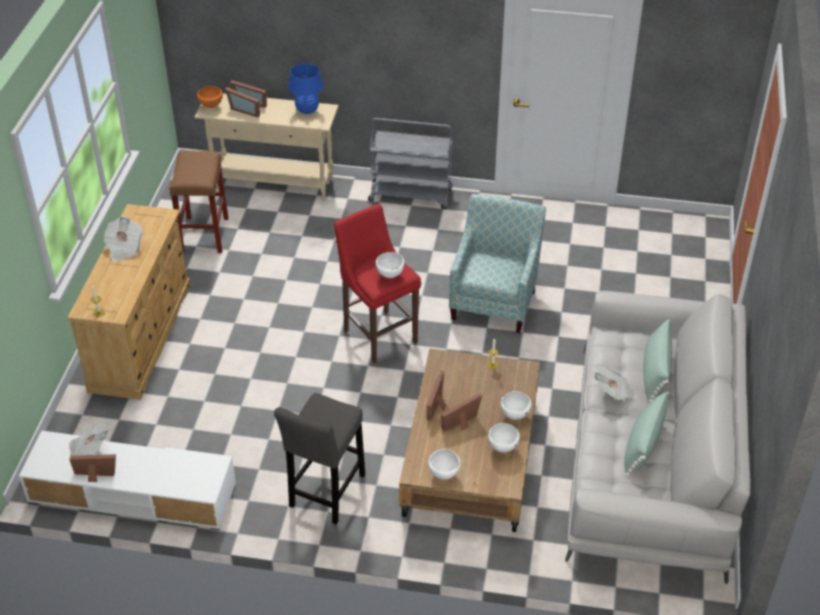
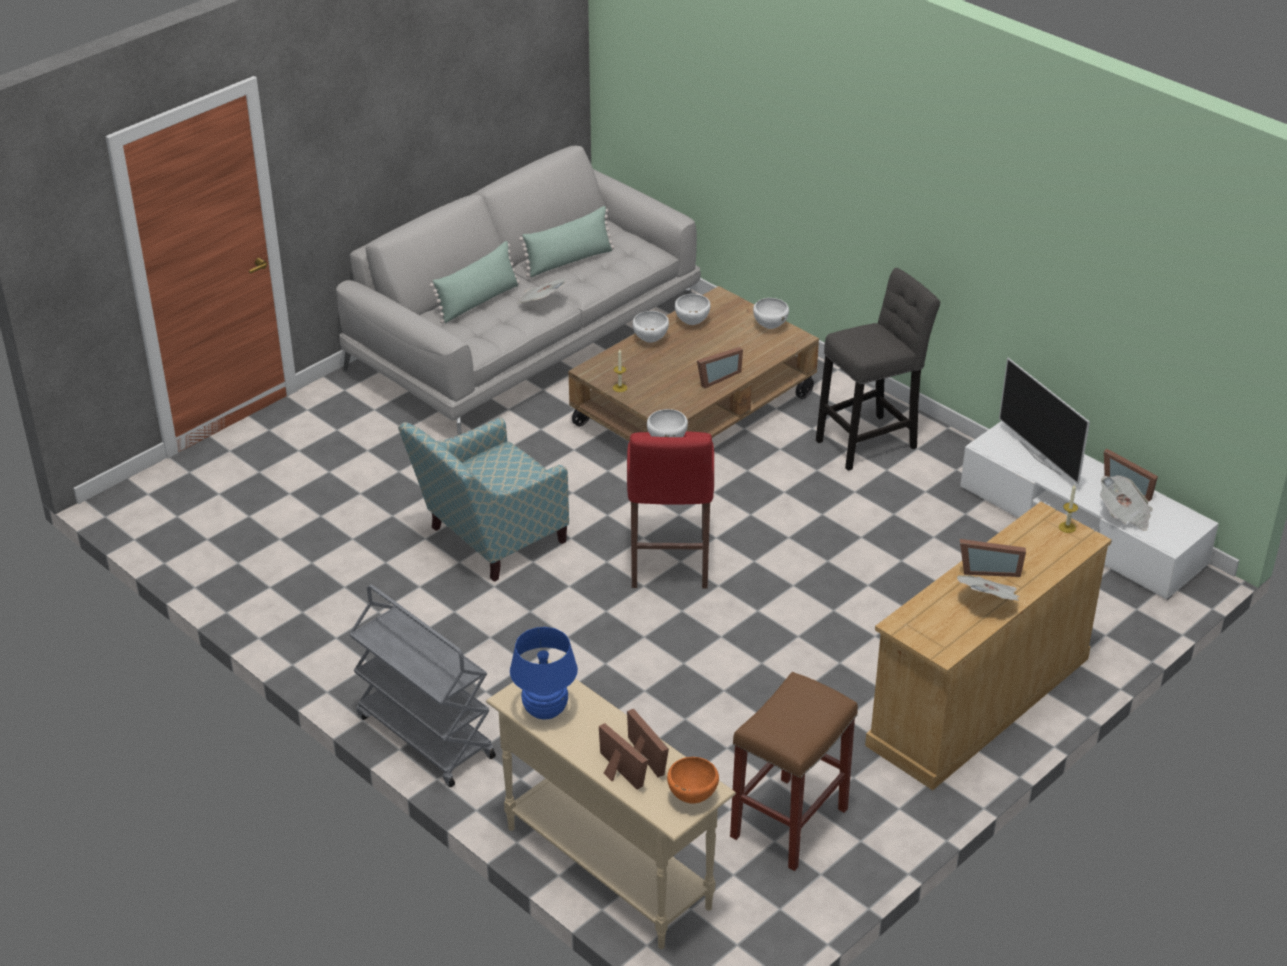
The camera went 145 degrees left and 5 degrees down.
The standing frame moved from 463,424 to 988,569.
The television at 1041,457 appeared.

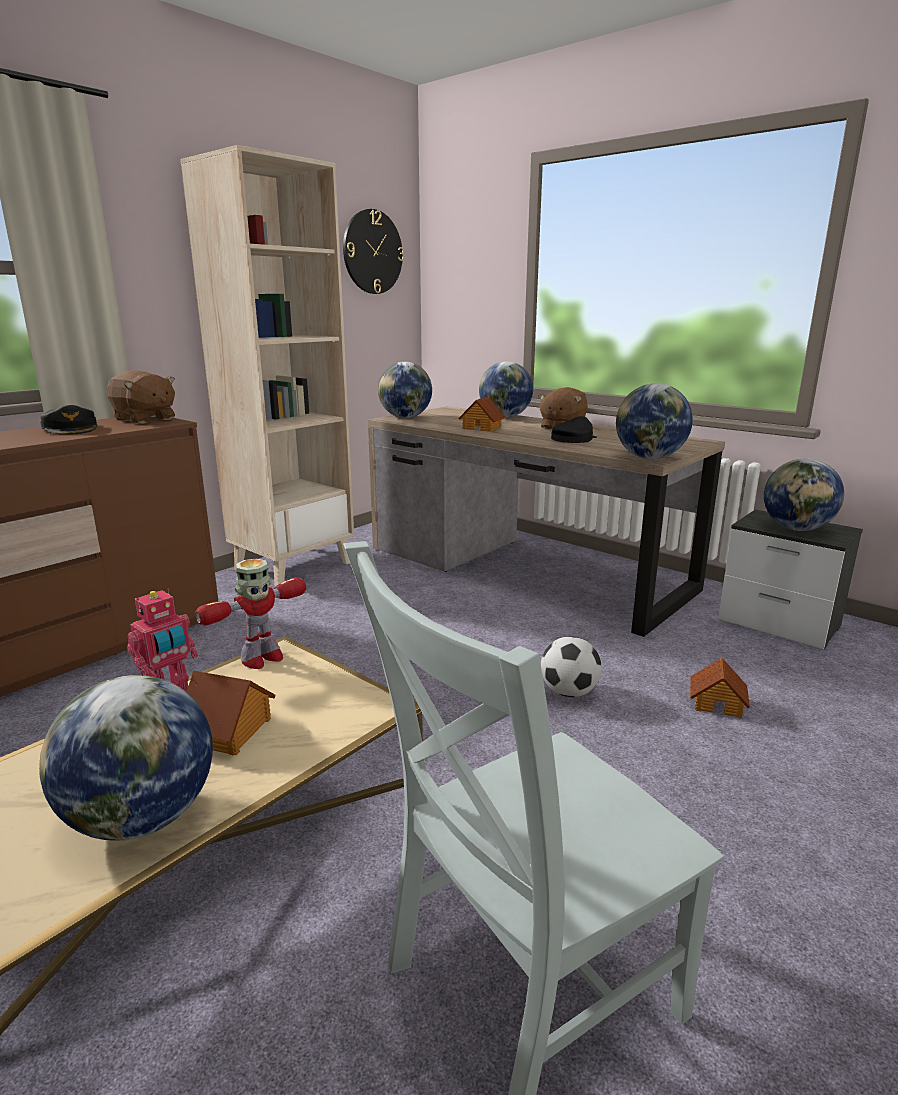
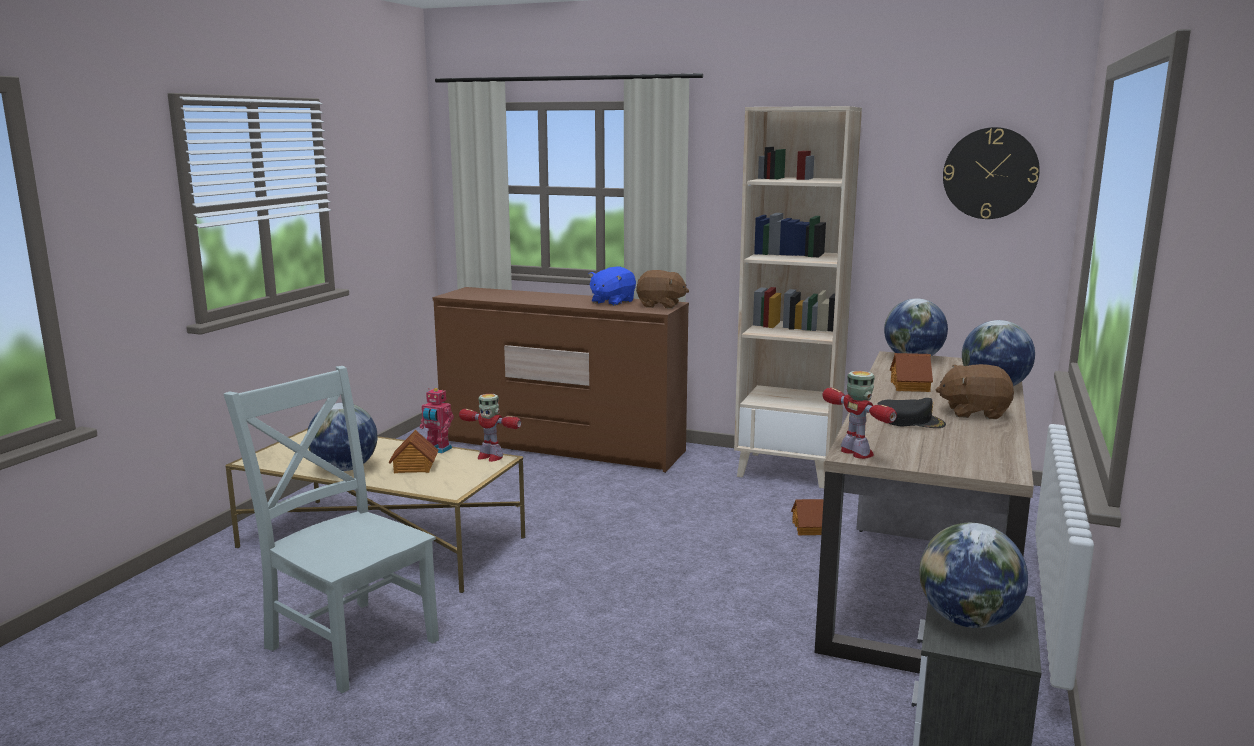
The camera went 70 degrees right and 5 degrees down.
The brown plush toy at 144,419 turned 90 degrees counterclockwise.
The globe at 649,458 was replaced by the model robot at 857,453.
The black peaked cap at 71,429 was replaced by the blue plush toy at 612,302.
The football at 569,692 disappeared.
The toy house moved from 717,703 to 810,528.

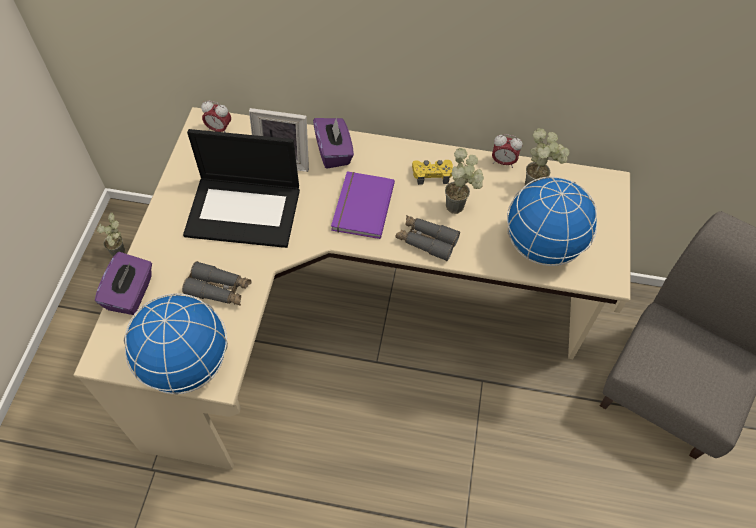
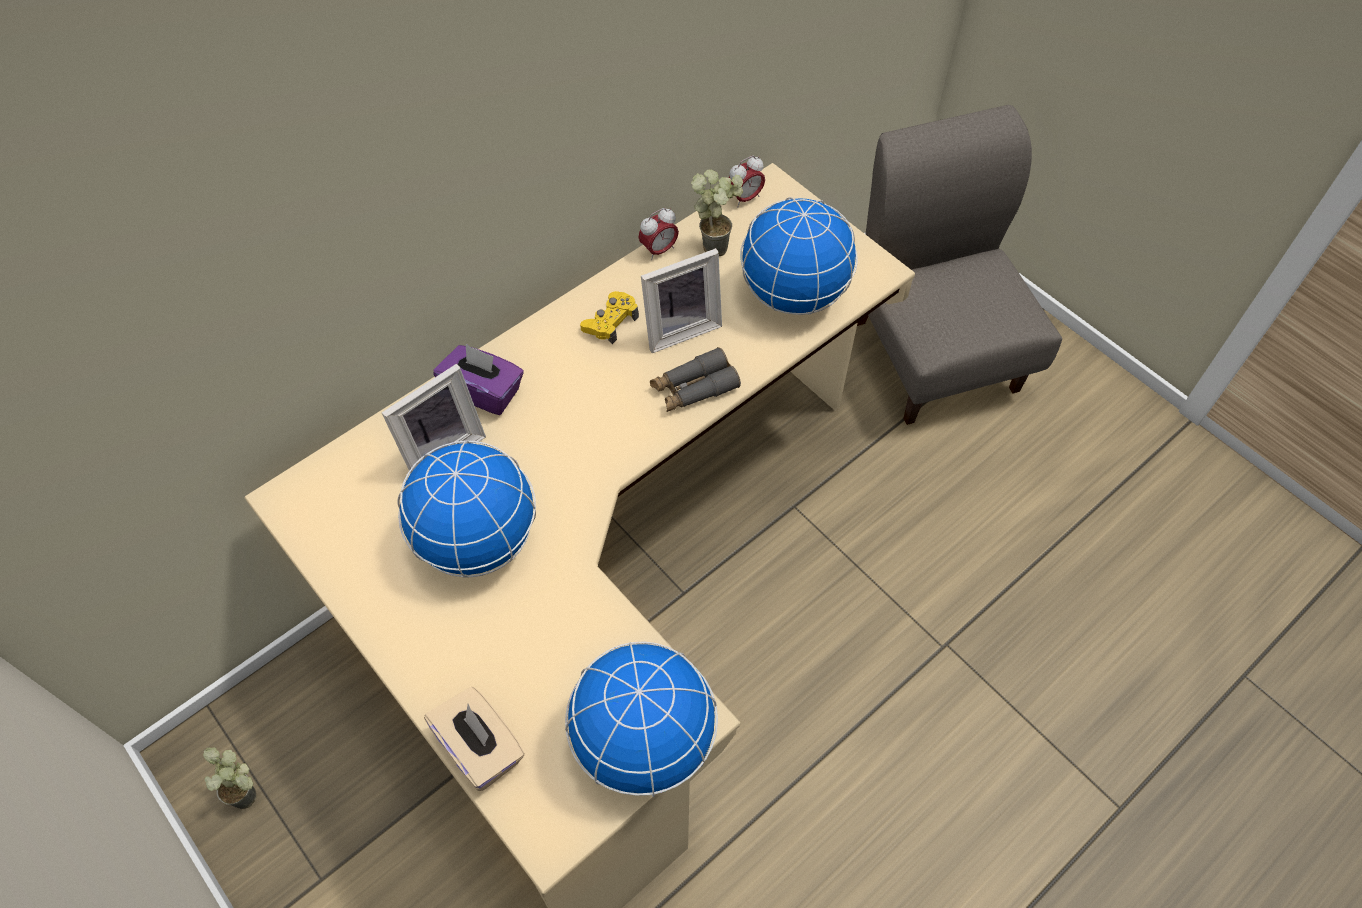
The camera went 50 degrees left and 0 degrees up.
The bedside clock moved from 219,129 to 744,198.
The laptop at 245,211 was replaced by the globe at 477,539.
The plant in a pot at 460,207 was replaced by the standing frame at 679,328.
The purplish bound book at 360,206 disappeared.
The purplish box of tissues at 131,294 became the beige-coloured box of tissues at 481,748.
The grey pair of binoculars at 219,289 disappeared.

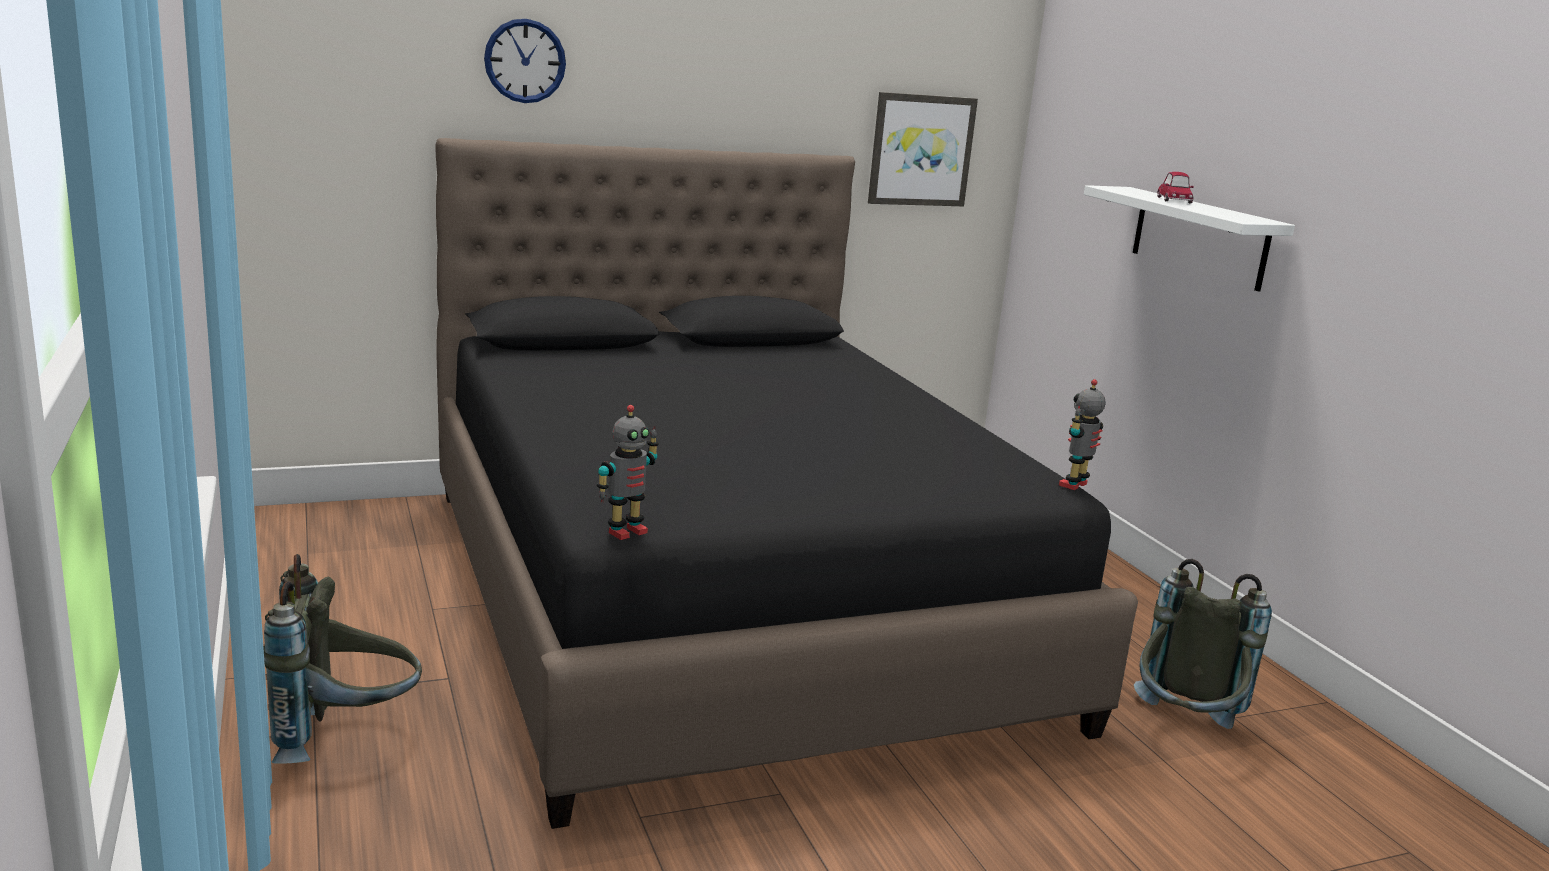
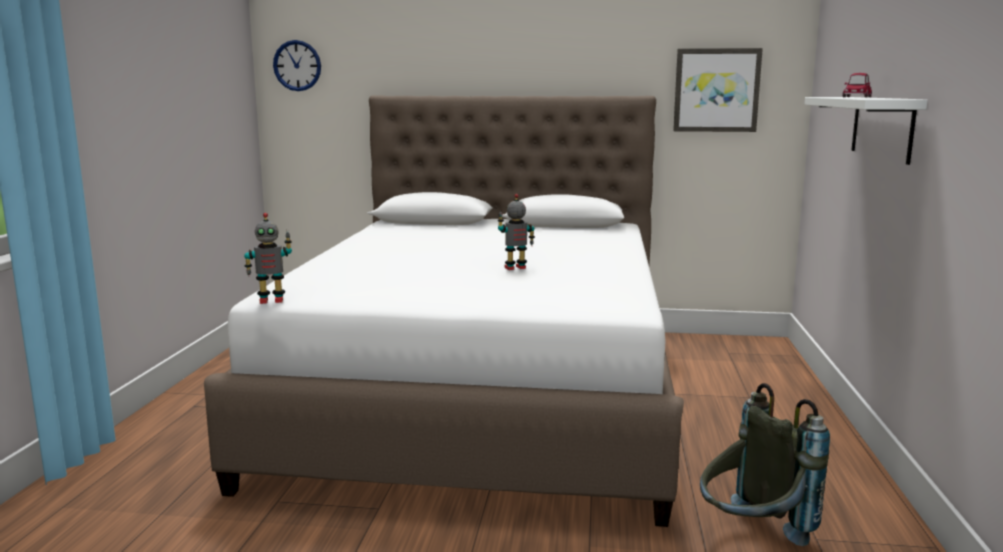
The camera went 30 degrees right and 5 degrees down.
The clock on the wall moved from 525,61 to 297,65.
The black sleeping bed at 723,598 became the whitish sleeping bed at 483,394.
The model robot moved from 1075,485 to 515,268.
The grey knapsack at 345,735 disappeared.

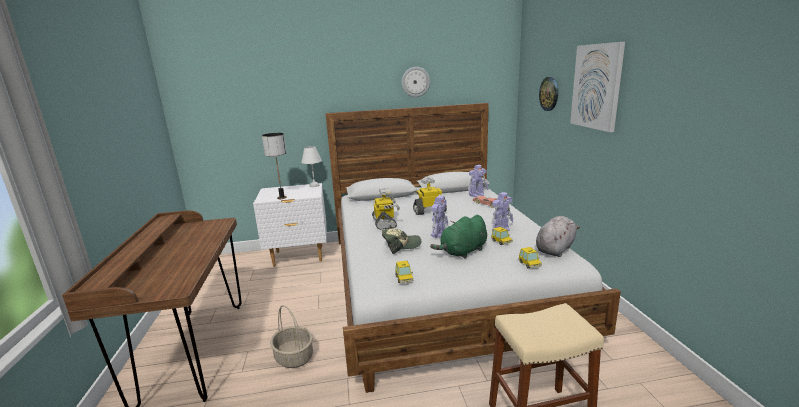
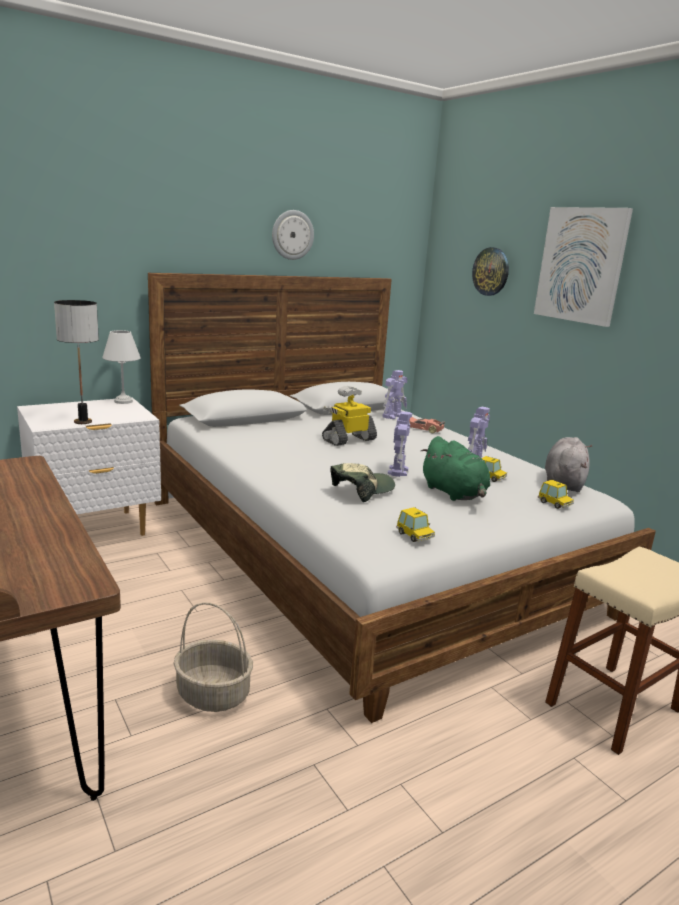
The camera went 25 degrees left and 0 degrees up.
The model robot at 385,223 disappeared.
The greenish plush toy at 462,252 turned 60 degrees counterclockwise.

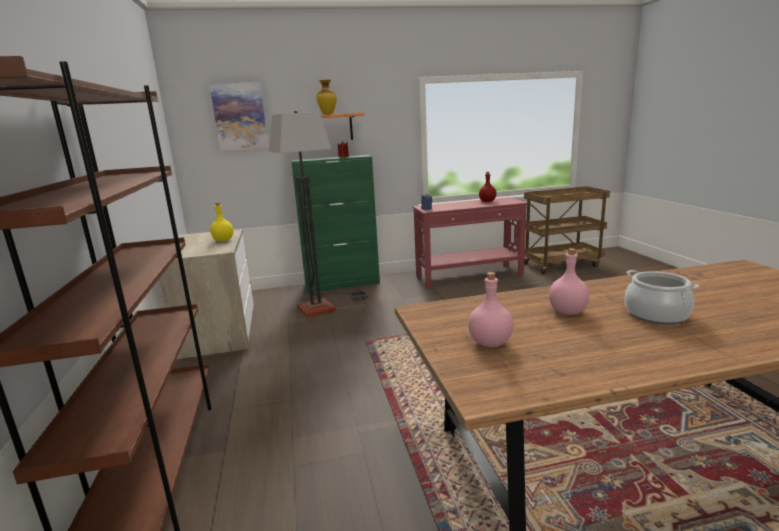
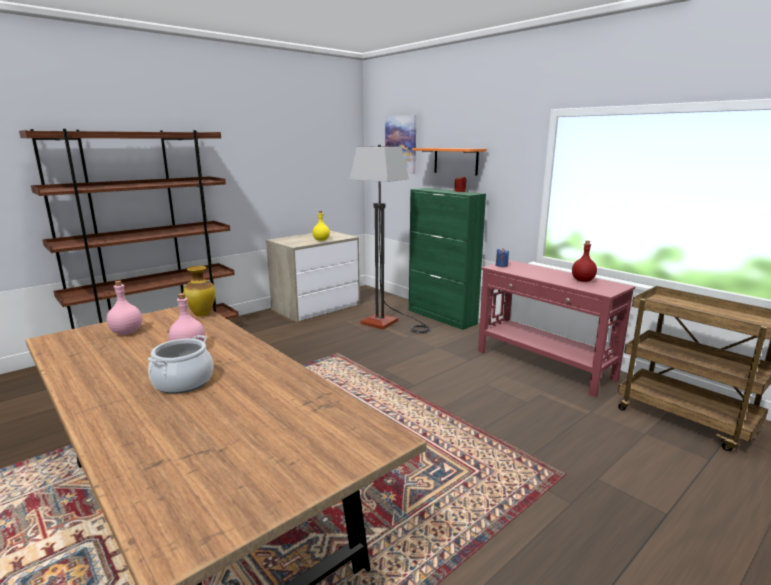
The camera went 60 degrees right and 0 degrees up.
The flower vase moved from 327,114 to 201,315.

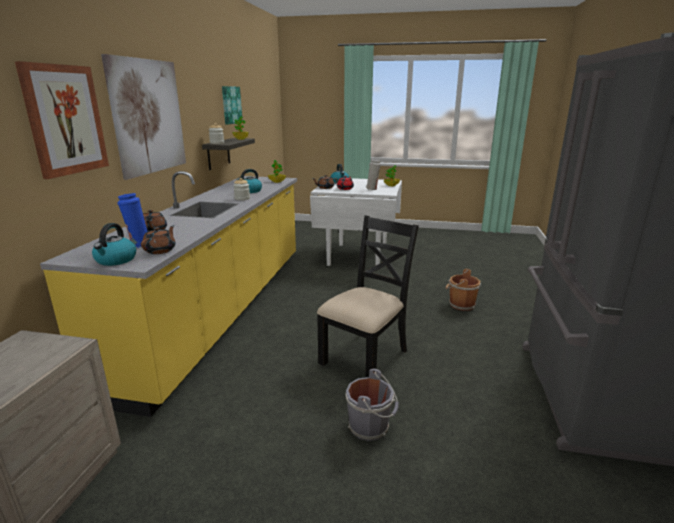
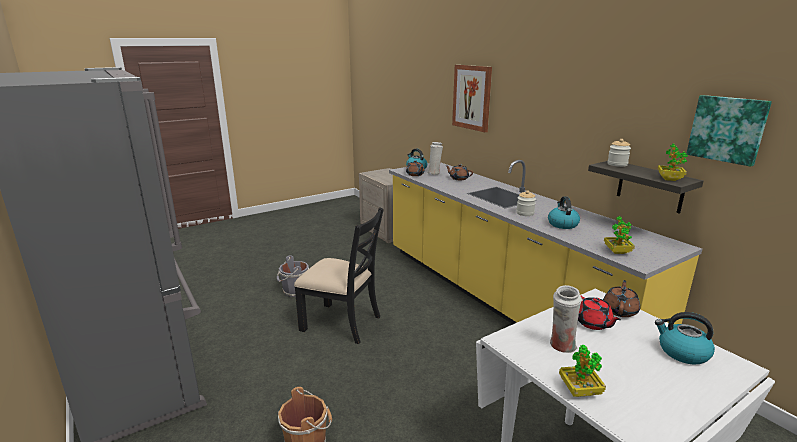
The camera went 135 degrees right and 0 degrees up.
The picture at 148,117 disappeared.
The blue flower vase at 138,245 became the whitish flower vase at 434,173.
The black upright chair at 365,356 turned 60 degrees counterclockwise.

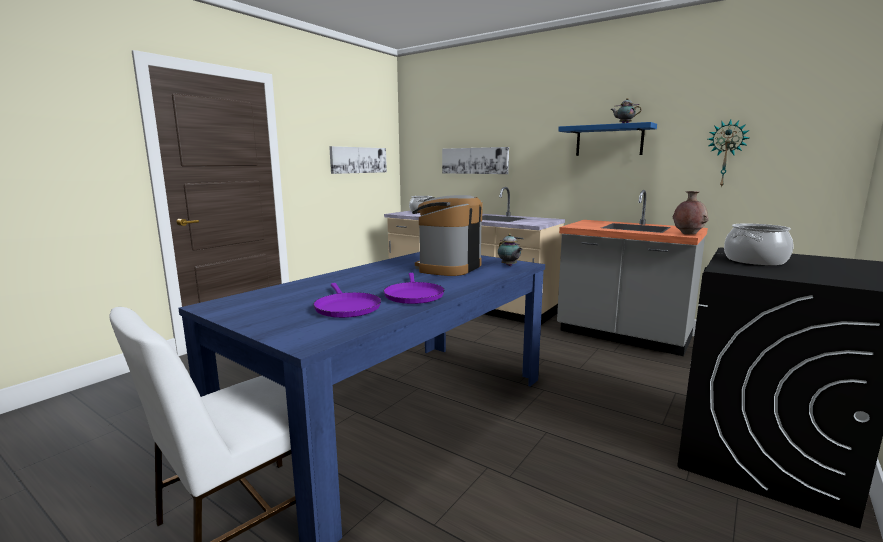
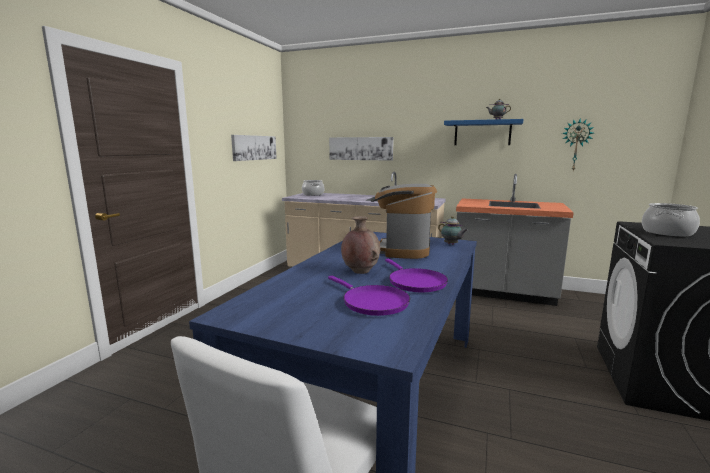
The camera went 15 degrees left and 0 degrees up.
The brown flower vase moved from 688,234 to 360,271.

